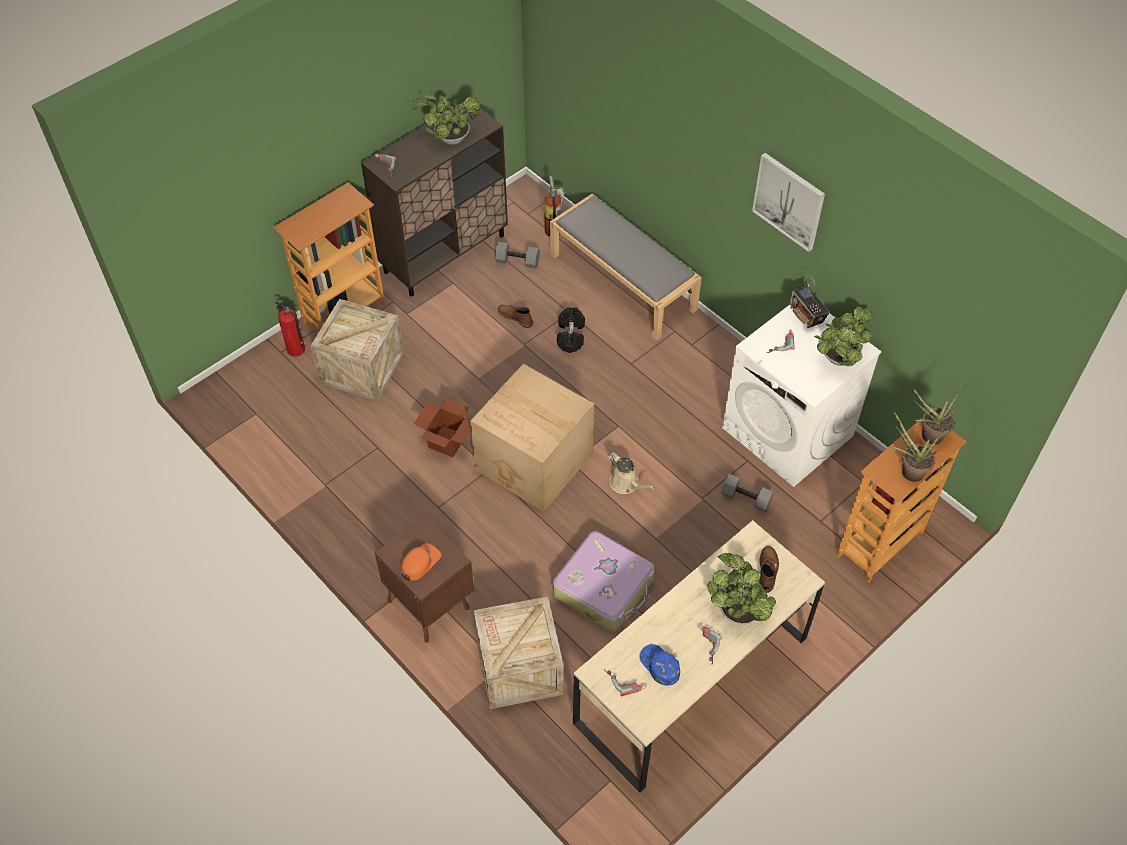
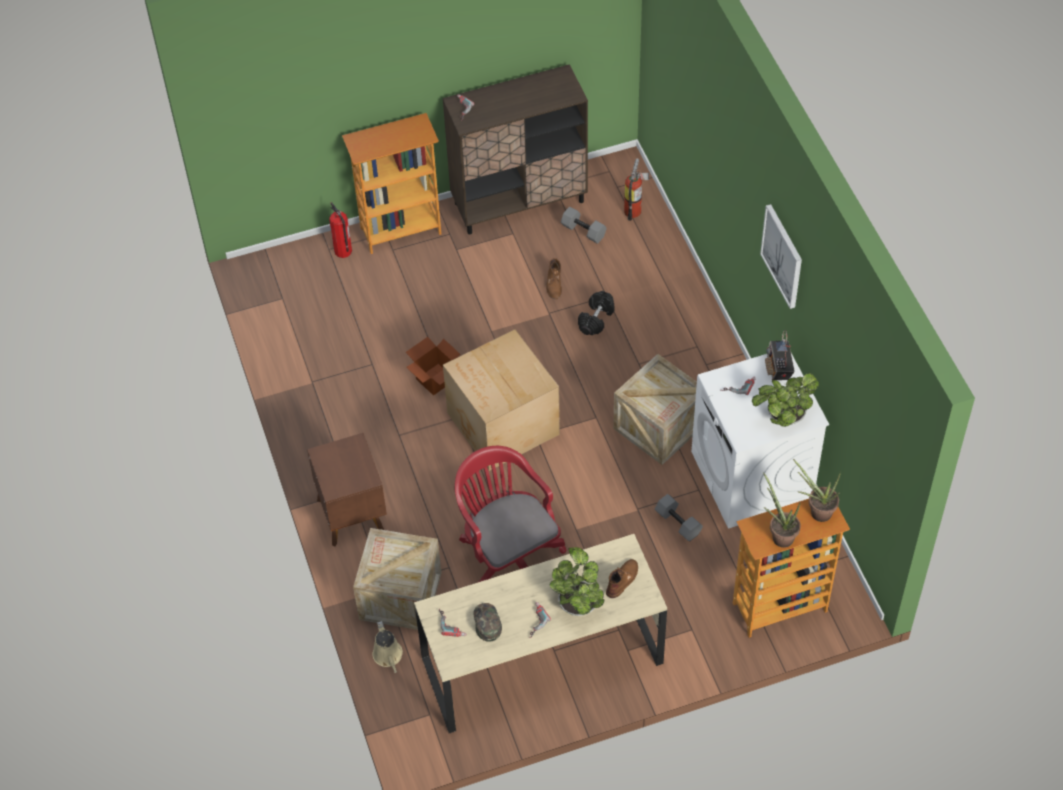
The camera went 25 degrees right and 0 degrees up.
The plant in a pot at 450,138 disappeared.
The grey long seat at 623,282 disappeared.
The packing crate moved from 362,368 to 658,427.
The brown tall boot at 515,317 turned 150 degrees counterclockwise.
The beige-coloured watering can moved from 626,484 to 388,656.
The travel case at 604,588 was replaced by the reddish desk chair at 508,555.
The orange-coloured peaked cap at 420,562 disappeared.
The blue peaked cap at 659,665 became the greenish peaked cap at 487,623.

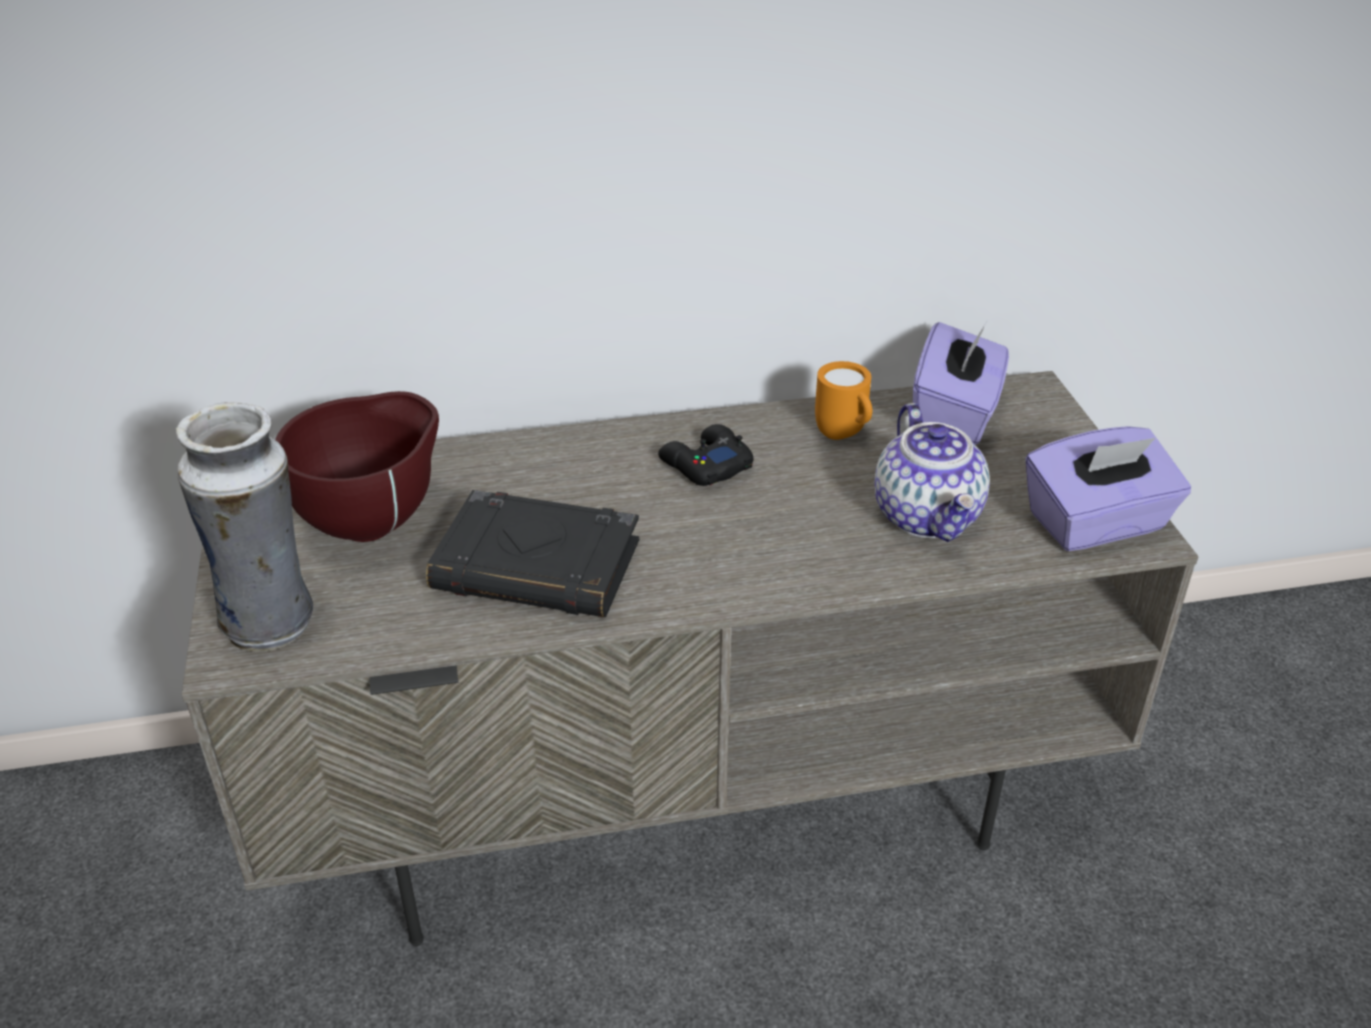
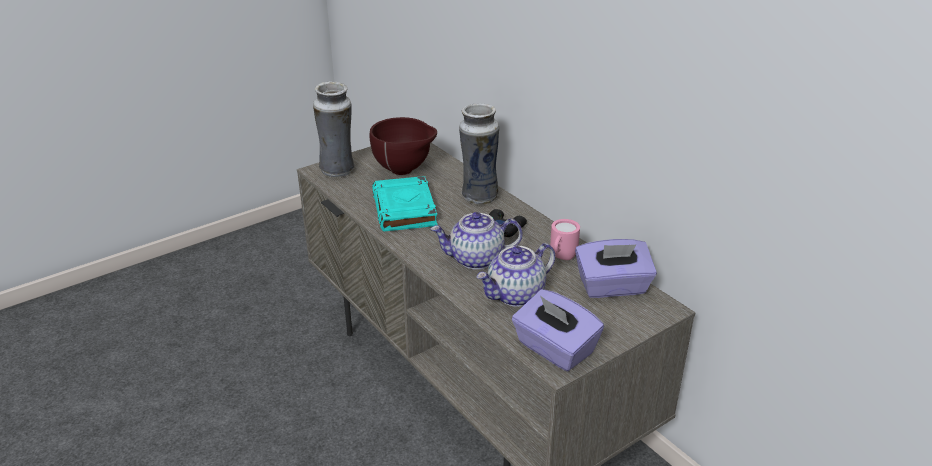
The camera went 65 degrees right and 5 degrees down.
The orange-coloured tea mug at 844,435 became the pink tea mug at 561,258.
The black bound book at 539,566 became the blue-green bound book at 405,209.
The flower vase at 478,196 appeared.
The teapot at 476,259 appeared.

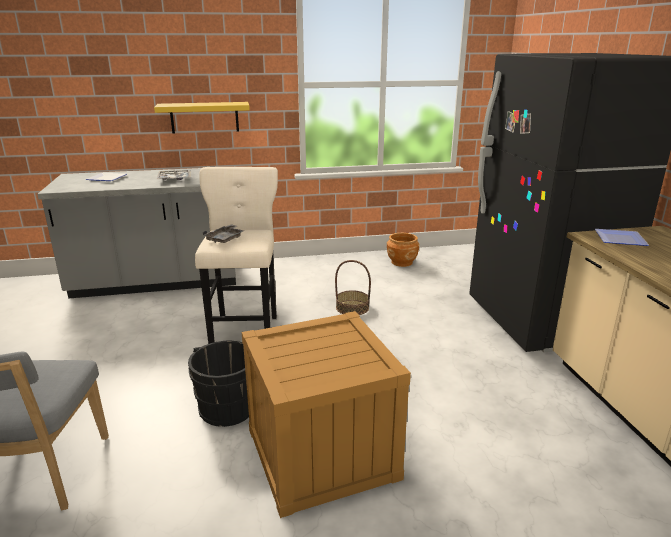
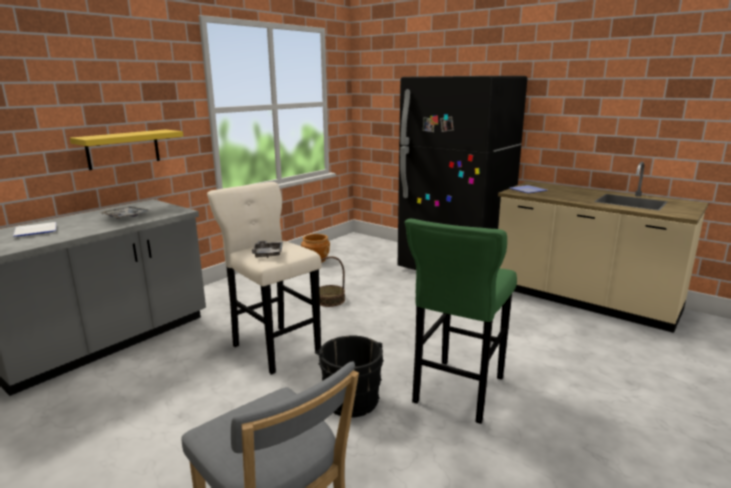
The camera went 40 degrees left and 5 degrees down.
The packing crate at 321,453 was replaced by the greenish stool at 457,393.

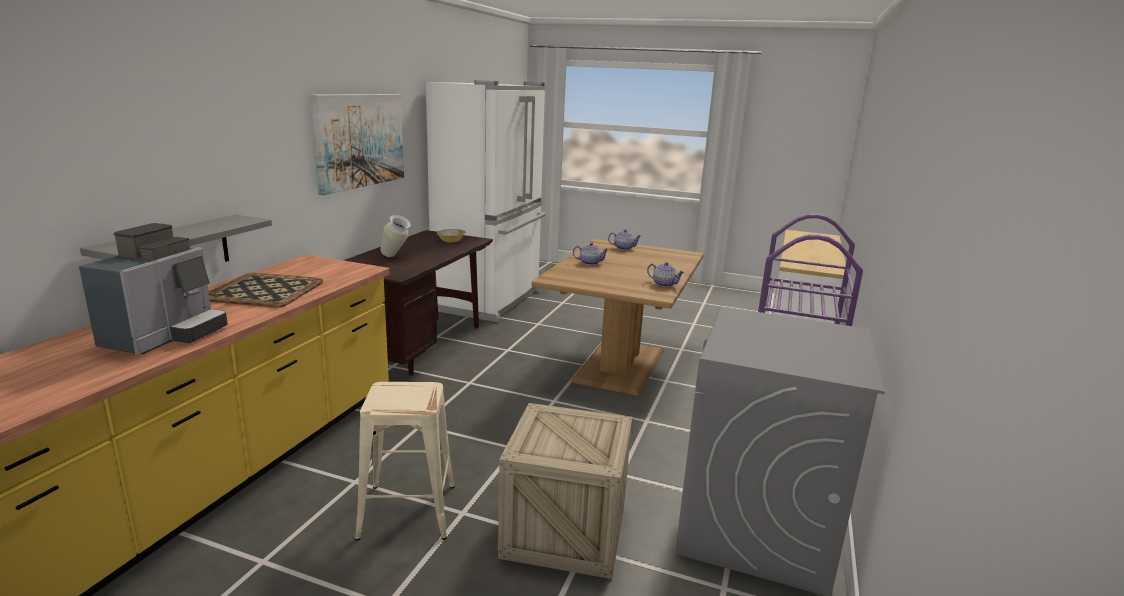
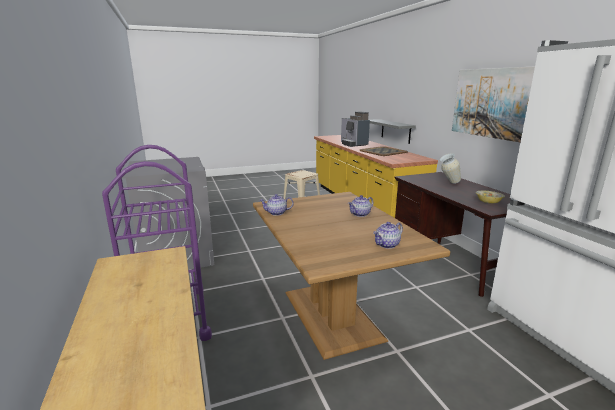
The camera went 140 degrees right and 0 degrees up.
The packing crate at 565,530 disappeared.

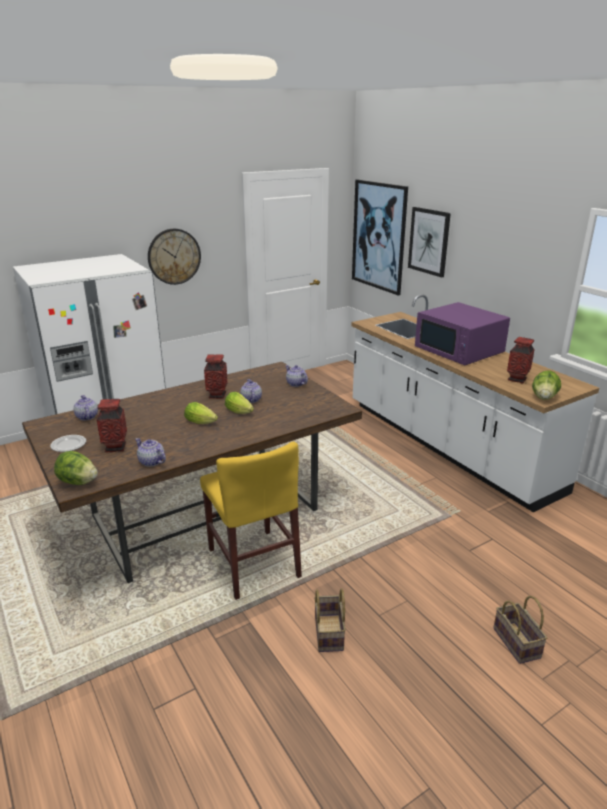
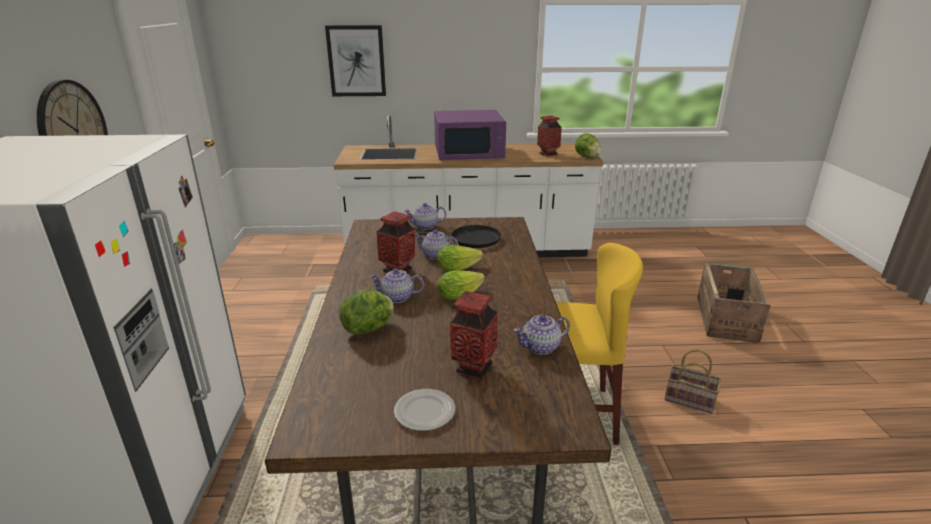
The camera went 60 degrees left and 0 degrees up.
The picture at 378,236 disappeared.
The teapot moved from 86,417 to 397,297.
The lettuce head moved from 78,482 to 369,329.
The basket at 518,643 was replaced by the packing crate at 726,319.
The black pan at 471,239 appeared.

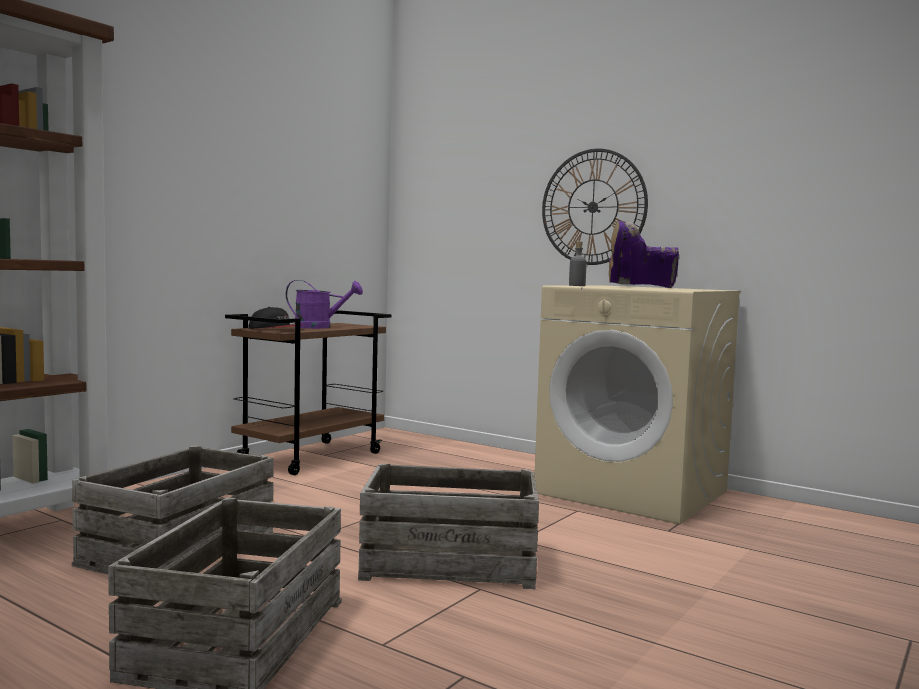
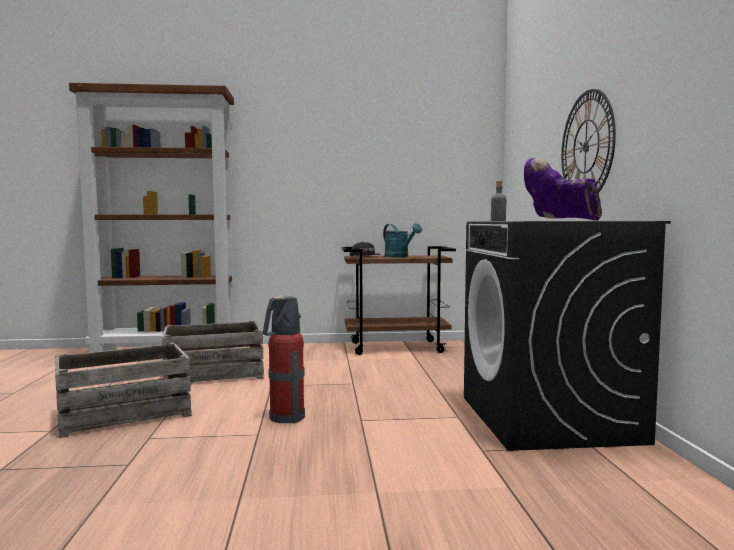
The camera went 50 degrees right and 0 degrees up.
The purplish watering can at 320,327 became the blue-green watering can at 399,257.
The beige-coloured washing machine at 633,492 became the black washing machine at 549,419.
The packing crate at 449,563 was replaced by the extinguisher at 285,417.

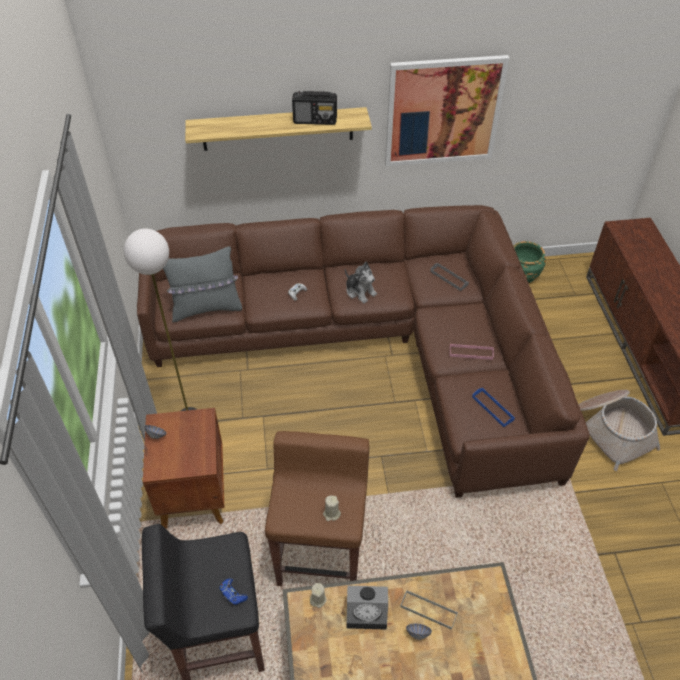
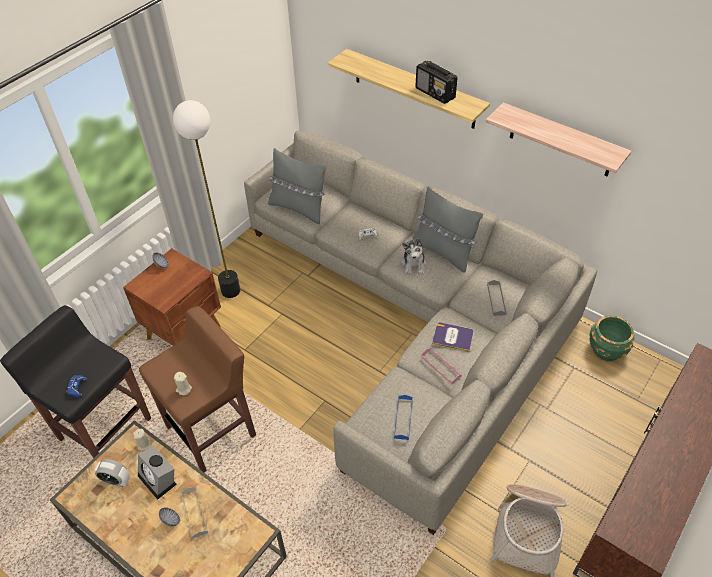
The camera went 45 degrees right and 0 degrees up.
The picture at 443,111 was replaced by the shelf at 561,141.
The brown settee at 376,345 became the grey settee at 414,321.
The grey throw pillow at 443,252 appeared.
The bound book at 453,337 appeared.
The bedside clock at 116,480 appeared.

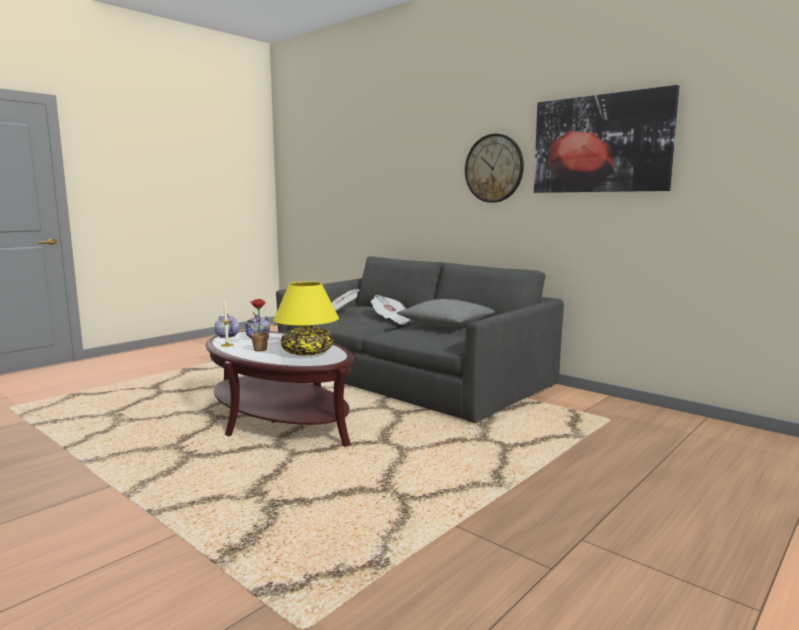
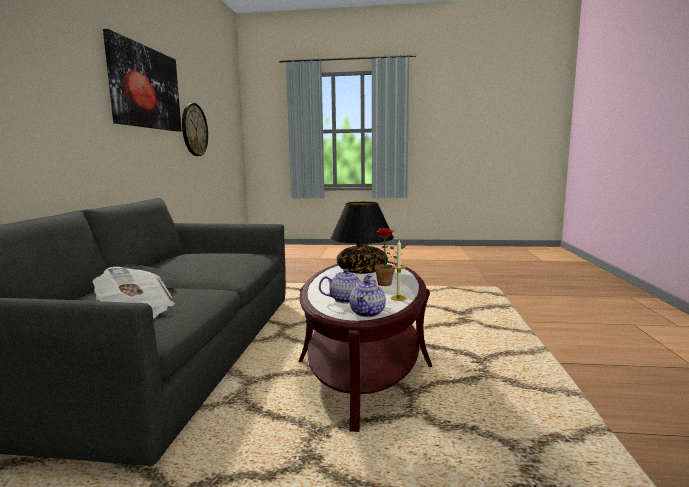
The camera went 125 degrees left and 0 degrees up.
The clock on the wall moved from 494,168 to 194,130.
The yellow lamp for a table at 307,353 became the black lamp for a table at 362,271.
The grey throw pillow at 447,325 disappeared.

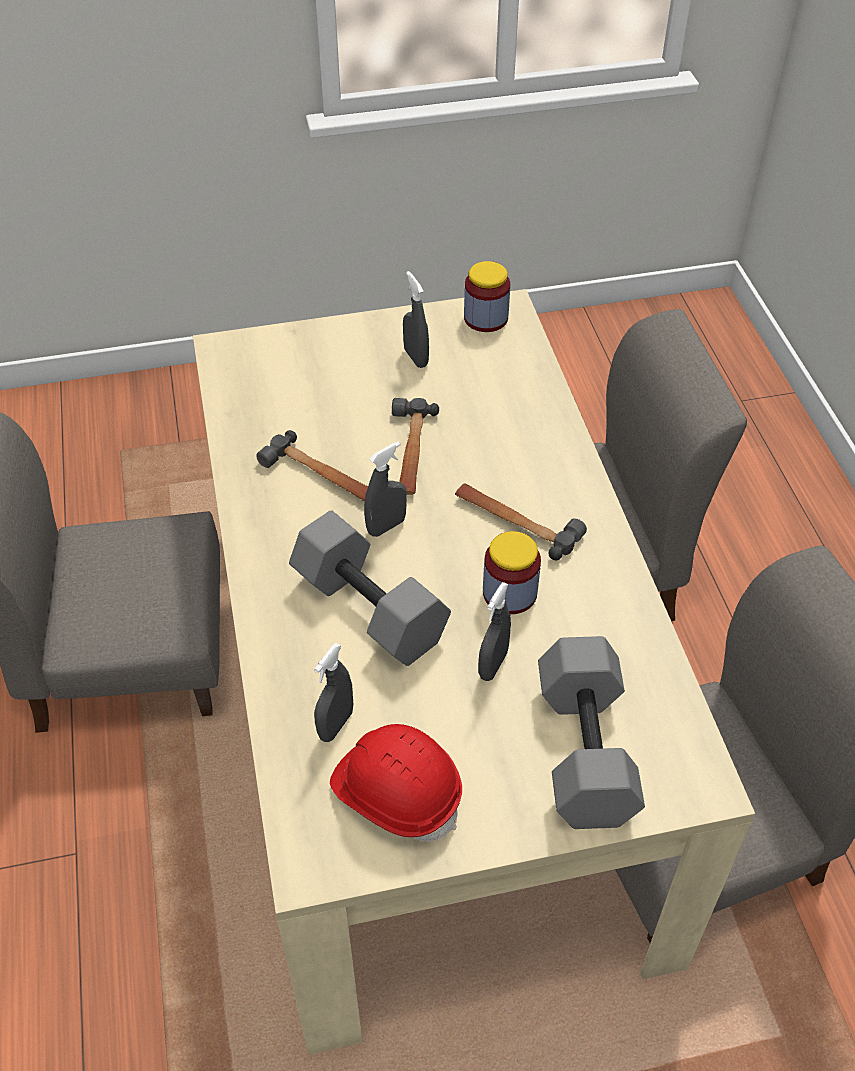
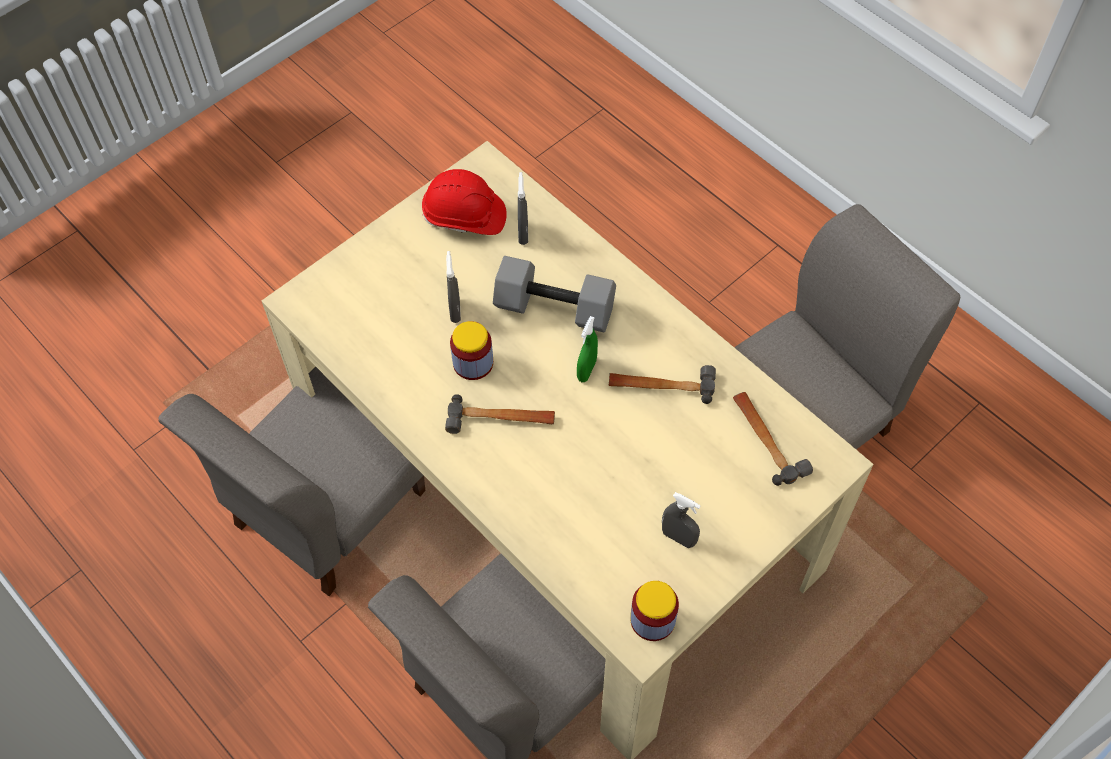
The camera went 150 degrees right and 10 degrees up.
The tool hammer moved from 410,452 to 766,439.
The grey hand sprayer at 386,526 became the greenish hand sprayer at 586,370.
The grey hand weight at 582,749 disappeared.

